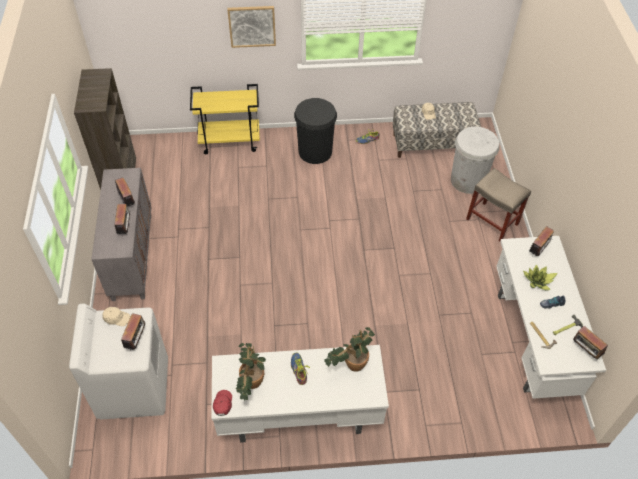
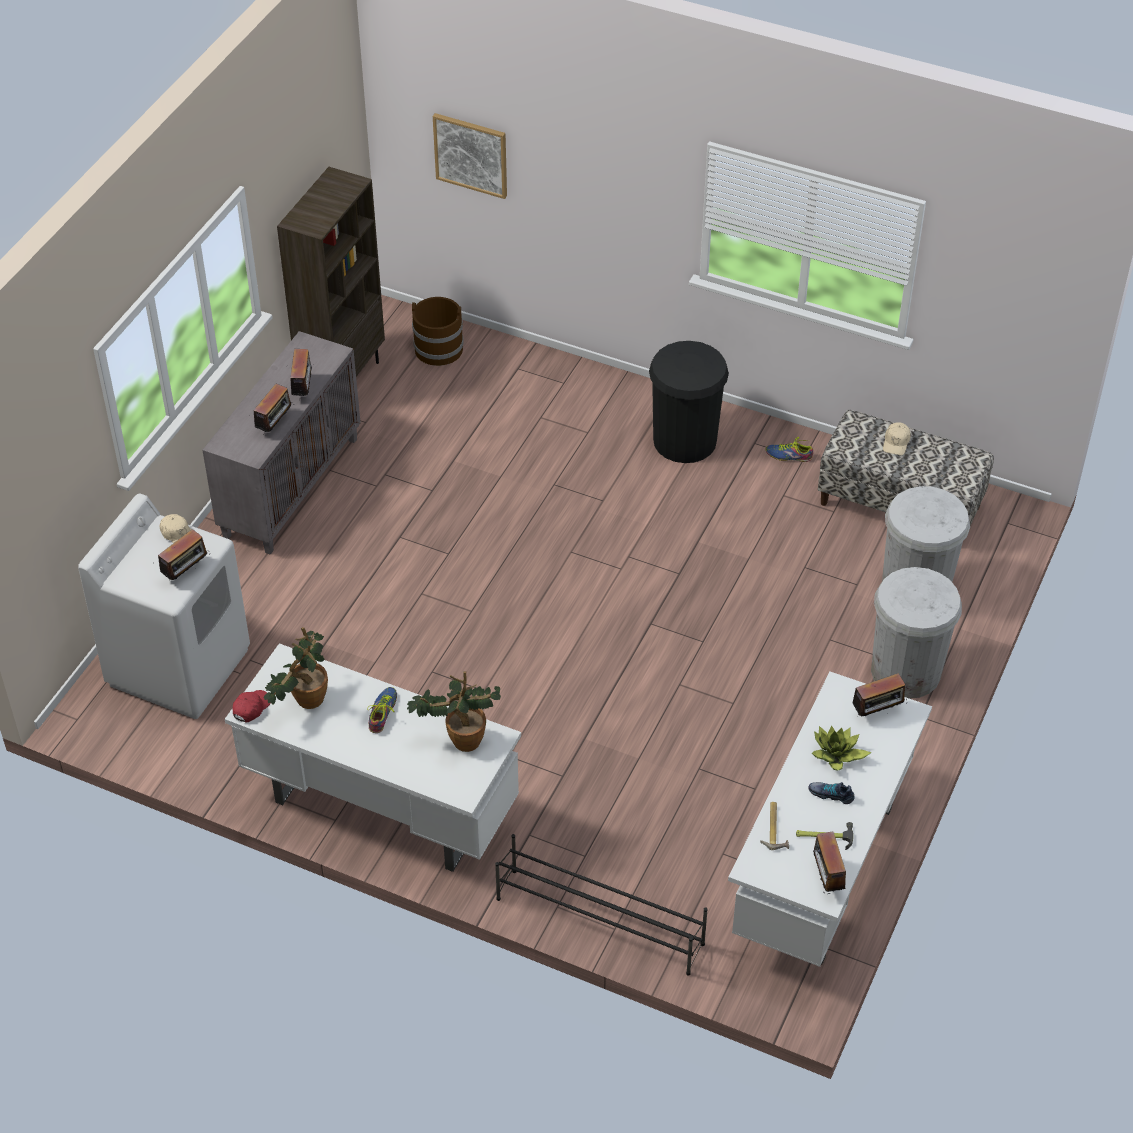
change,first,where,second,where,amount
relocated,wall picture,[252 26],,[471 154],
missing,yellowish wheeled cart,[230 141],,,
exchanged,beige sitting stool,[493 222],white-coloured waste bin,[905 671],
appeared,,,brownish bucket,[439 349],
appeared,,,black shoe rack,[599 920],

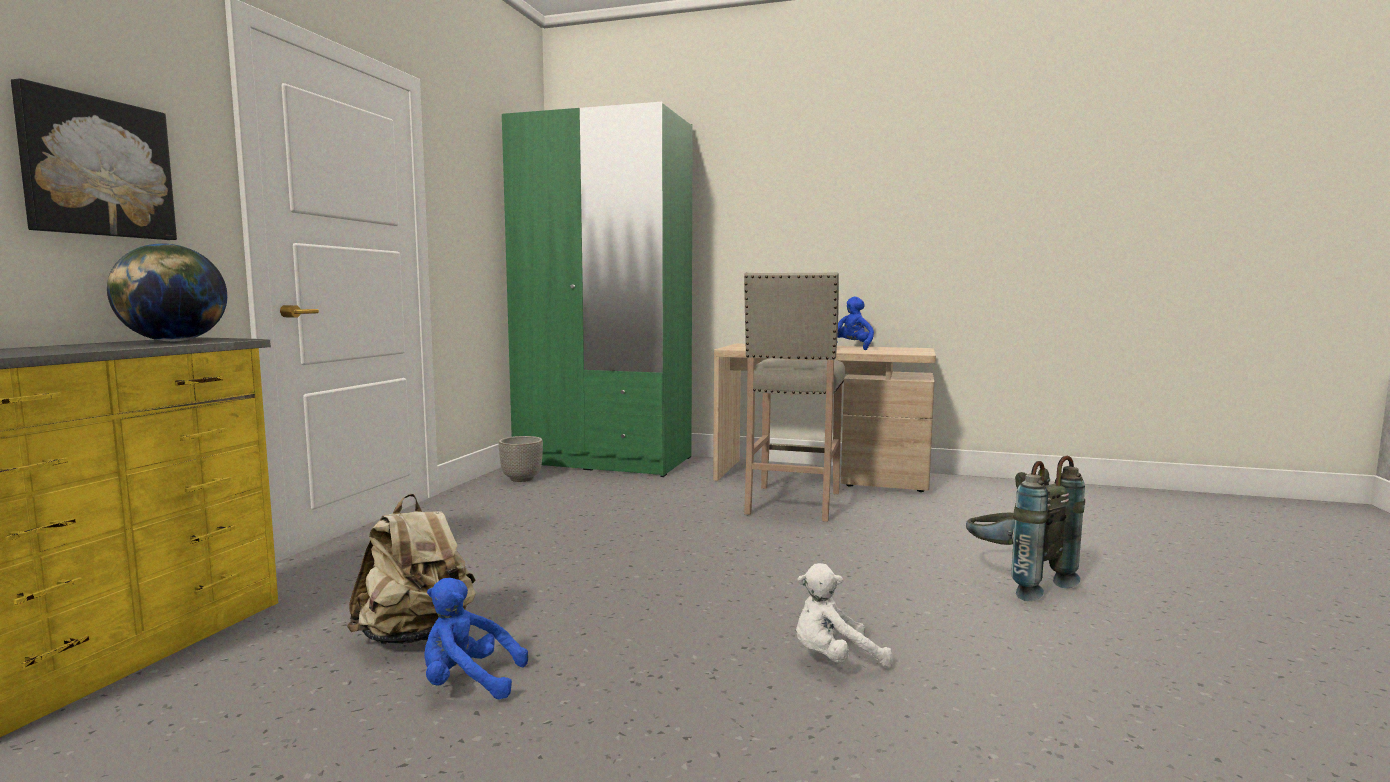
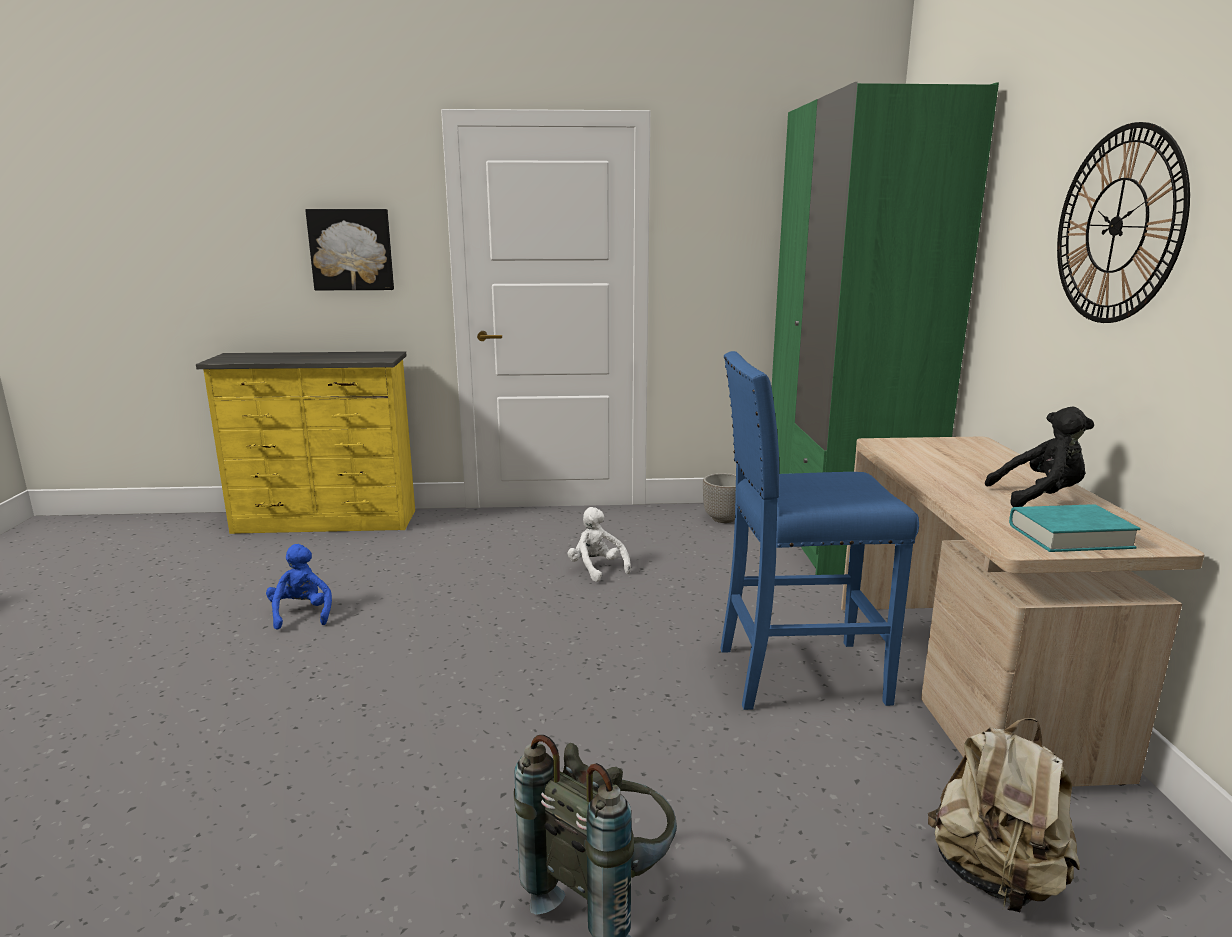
change,first,where,second,where,amount
missing,globe,[173 341],,,
colour,beige sitting stool,[792 504],bluish sitting stool,[796 674],
colour,bluish plush toy,[851 348],black plush toy,[1039 497],
relocated,beige knapsack,[417 637],,[995 876],
relocated,white-coloured plush toy,[834 660],,[596 569],
appeared,,,hanging clock,[1116 226],
appeared,,,turquoise bound book,[1069 536],

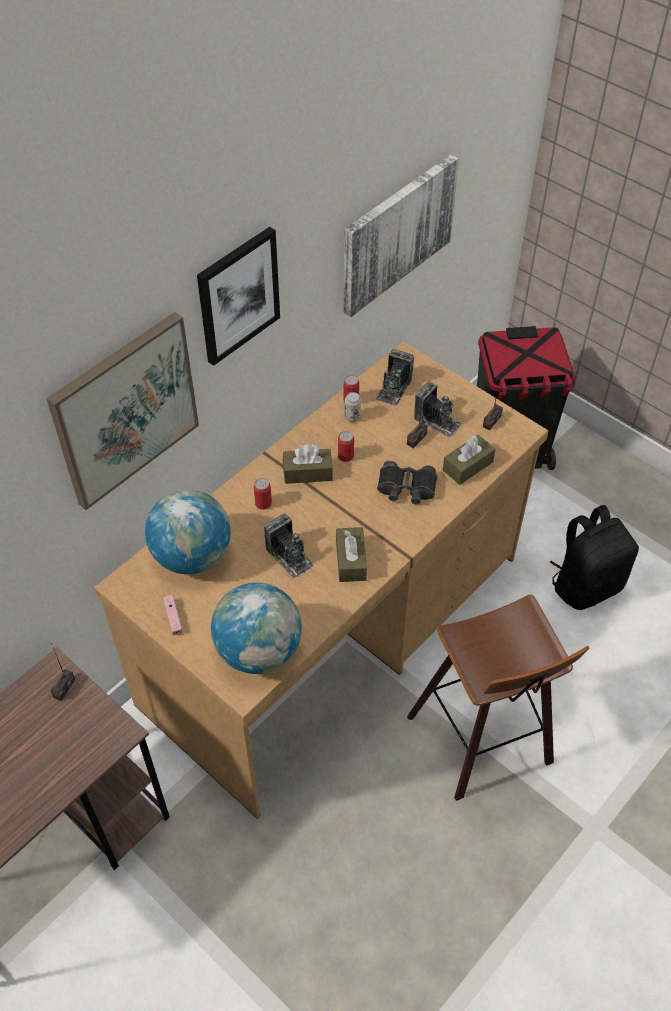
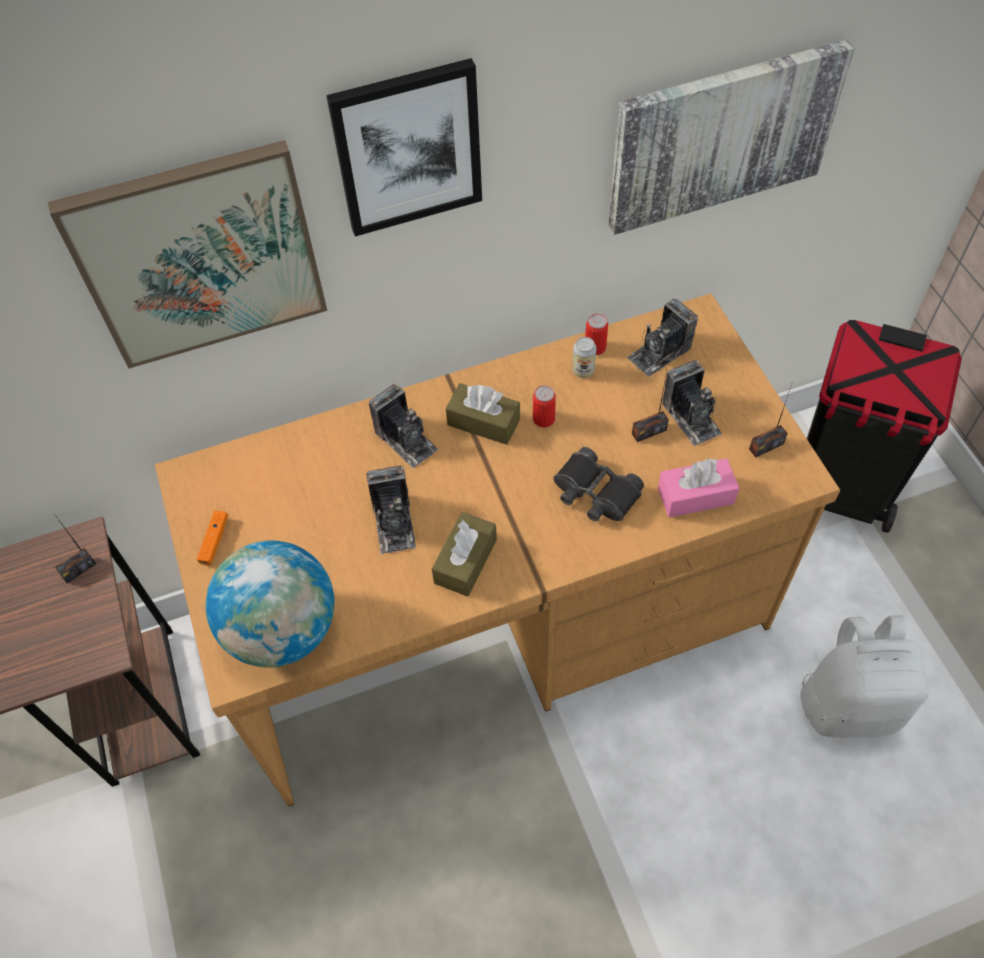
change,first,where,second,where,amount
colour,brownish tissue box,[467 466],pink tissue box,[695 496],
exchanged,sealed can,[263 503],still camera,[406 440],
missing,globe,[192 556],,,
colour,black knapsack,[586 585],white-coloured knapsack,[849 704],
colour,pink game controller,[173 617],orange game controller,[214 541],
missing,sitting stool,[485 741],,,

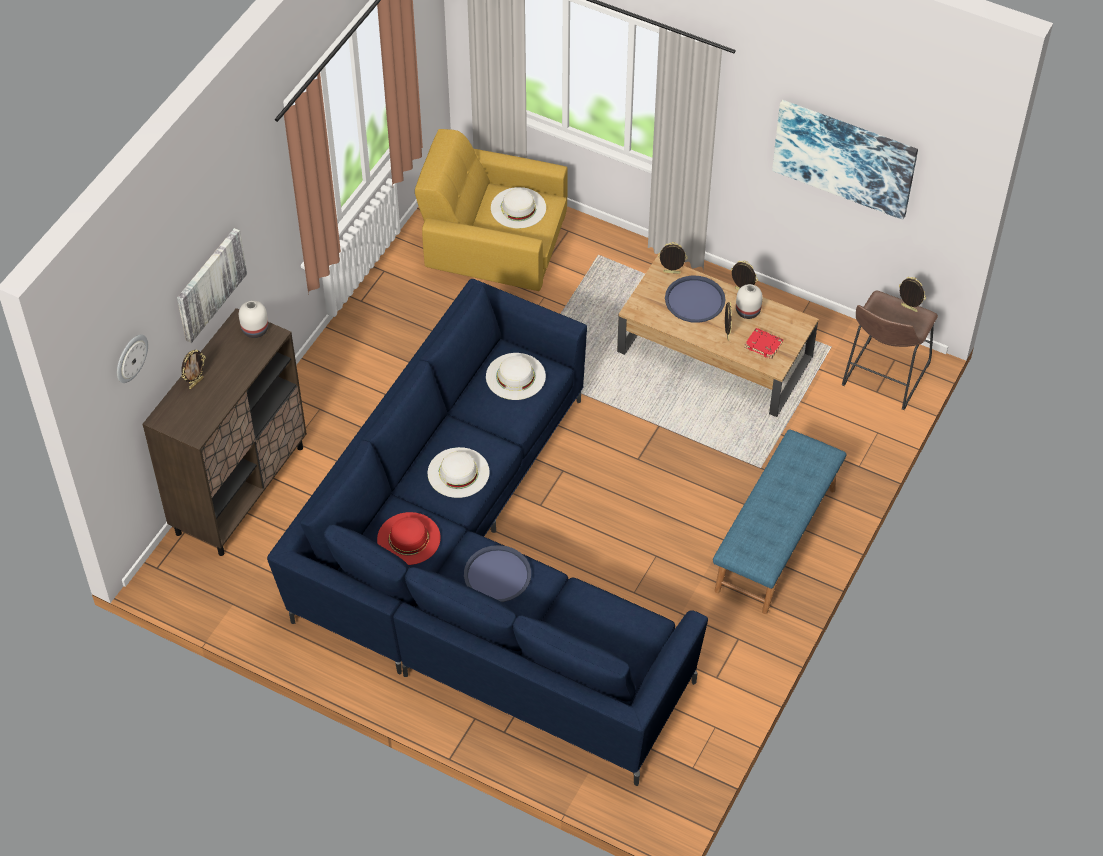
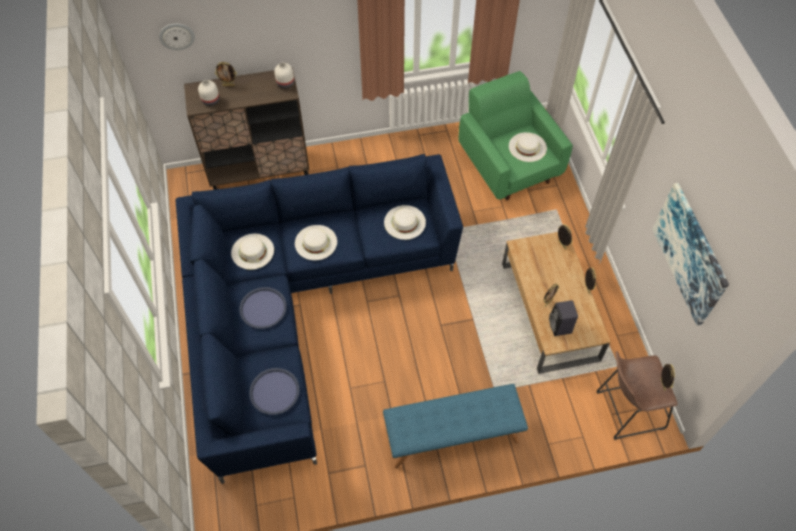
change,first,where,second,where,amount
colour,yellowish armchair,[494 250],green-coloured armchair,[508 164],
missing,wall picture,[210 284],,,
relocated,bluish serving tray,[694 300],,[274 391],
relocated,white-coloured decorative vase,[747 311],,[210 101],
exchanged,red bound book,[764 345],black loudspeaker,[560 327],
colour,red wearable hat,[408 538],white-coloured wearable hat,[252 251],

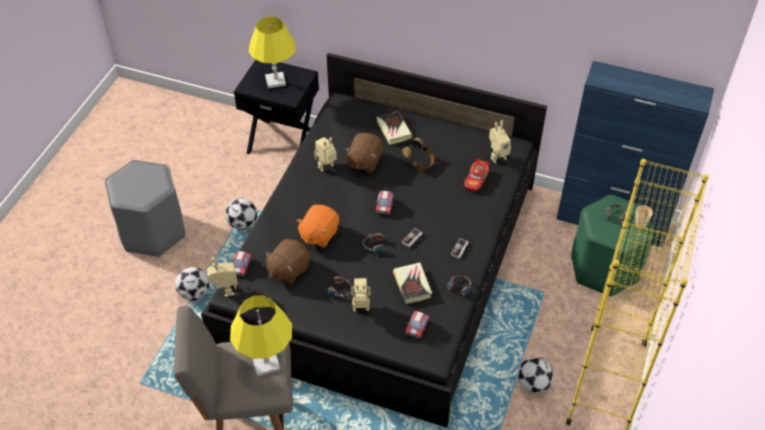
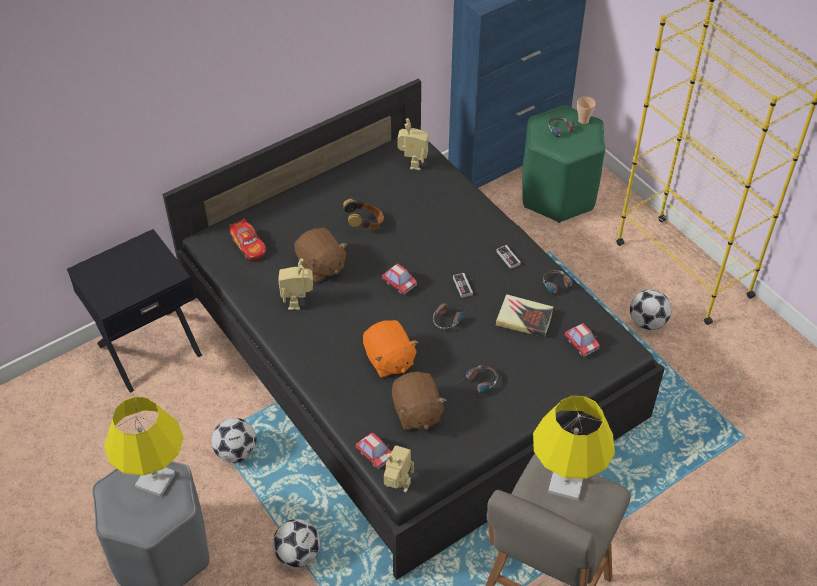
change,first,where,second,where,amount
relocated,yellowish lamp for a table,[275 80],,[155 479],
missing,bound book,[394 130],,,
relocated,model car,[476 179],,[249 245],
missing,model robot,[361 309],,,

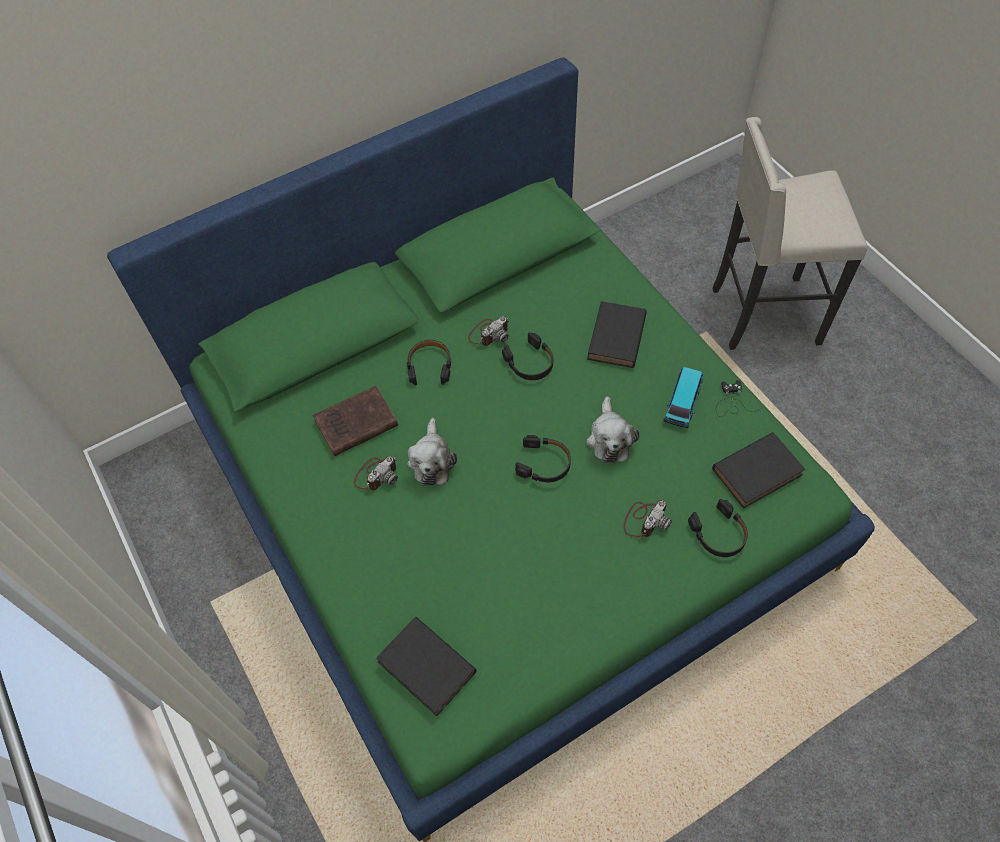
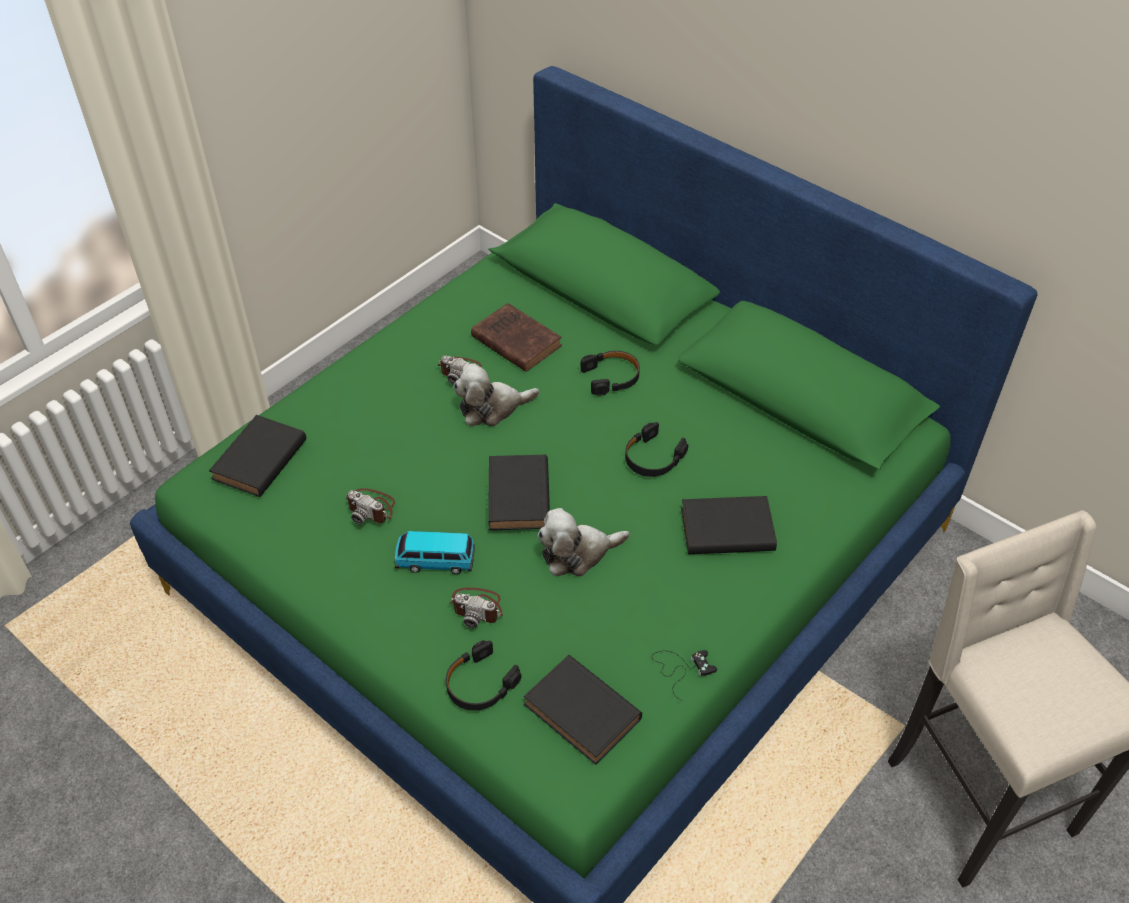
change,first,where,second,where,amount
relocated,still camera,[489 333],,[371 507],
relocated,model car,[682 403],,[435 560],
exchanged,black pair of headphones,[544 464],black bound book,[519 498],

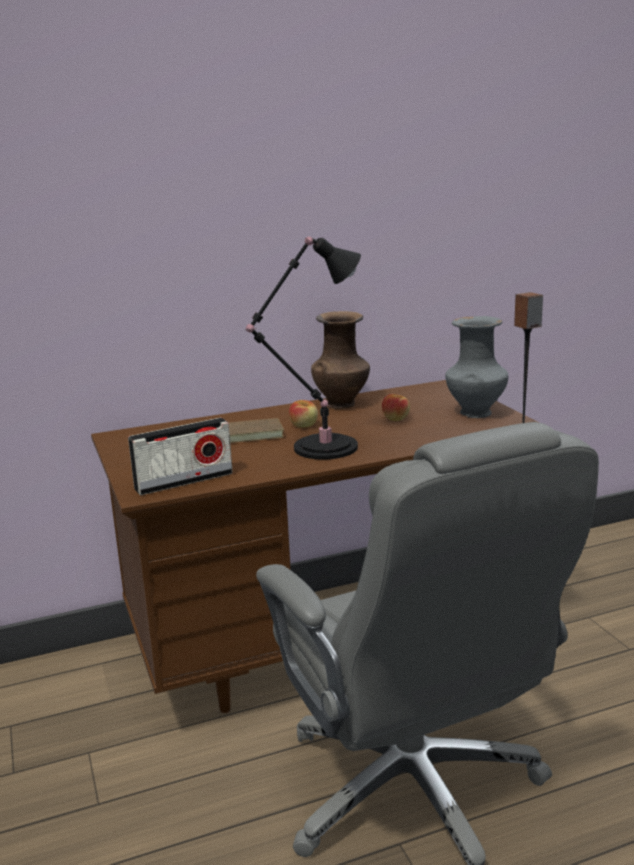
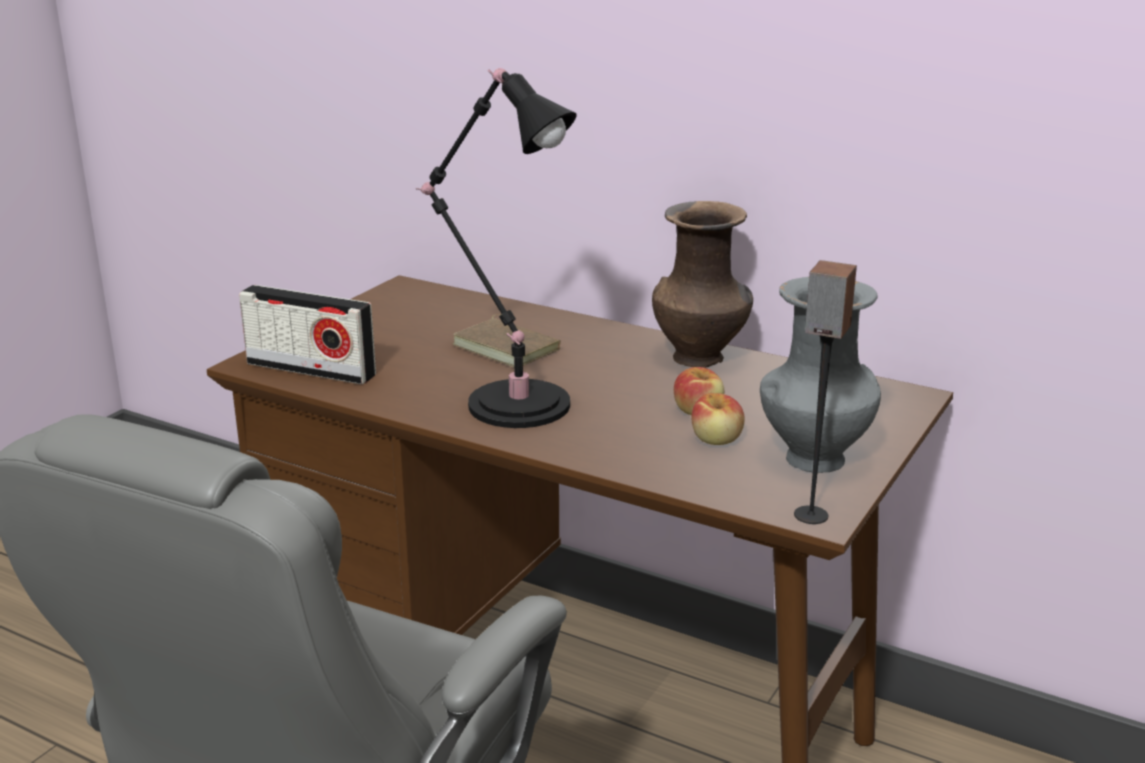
change,first,where,second,where,amount
relocated,apple,[304 425],,[716 440],

